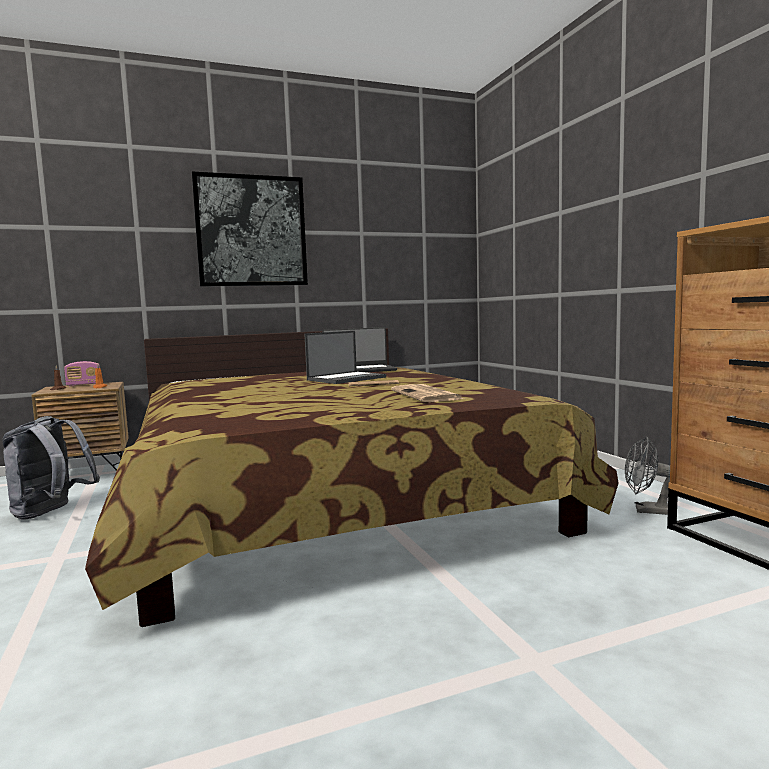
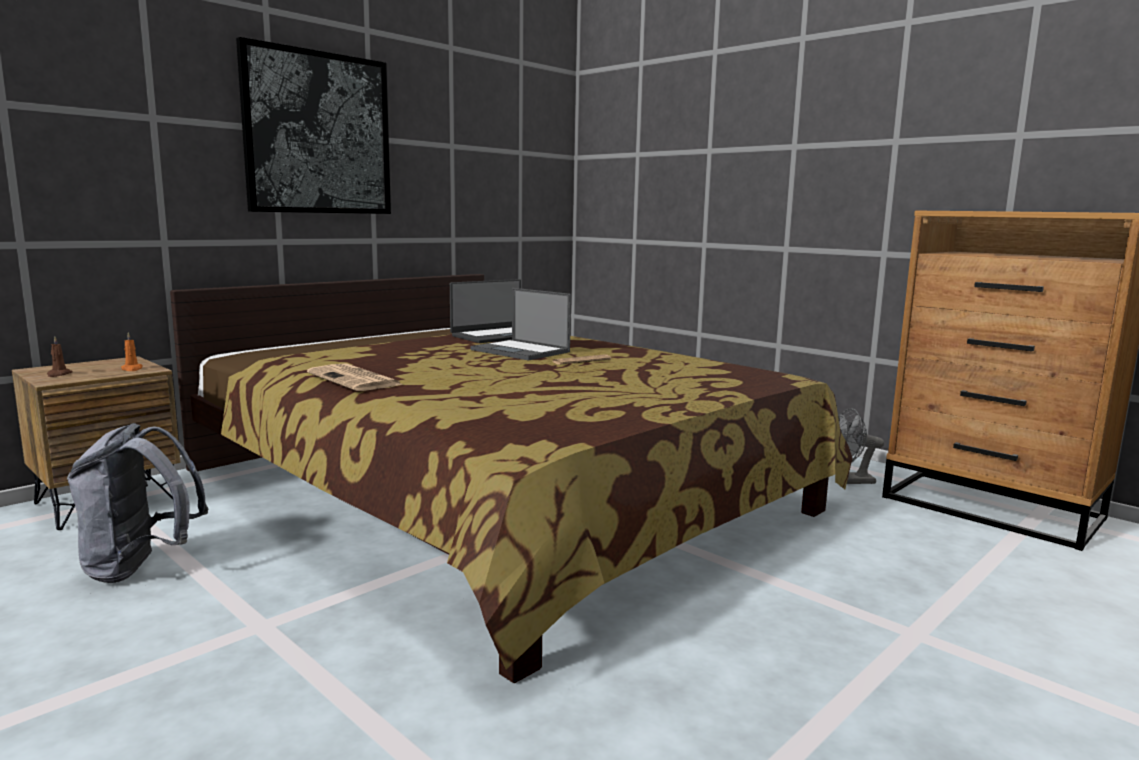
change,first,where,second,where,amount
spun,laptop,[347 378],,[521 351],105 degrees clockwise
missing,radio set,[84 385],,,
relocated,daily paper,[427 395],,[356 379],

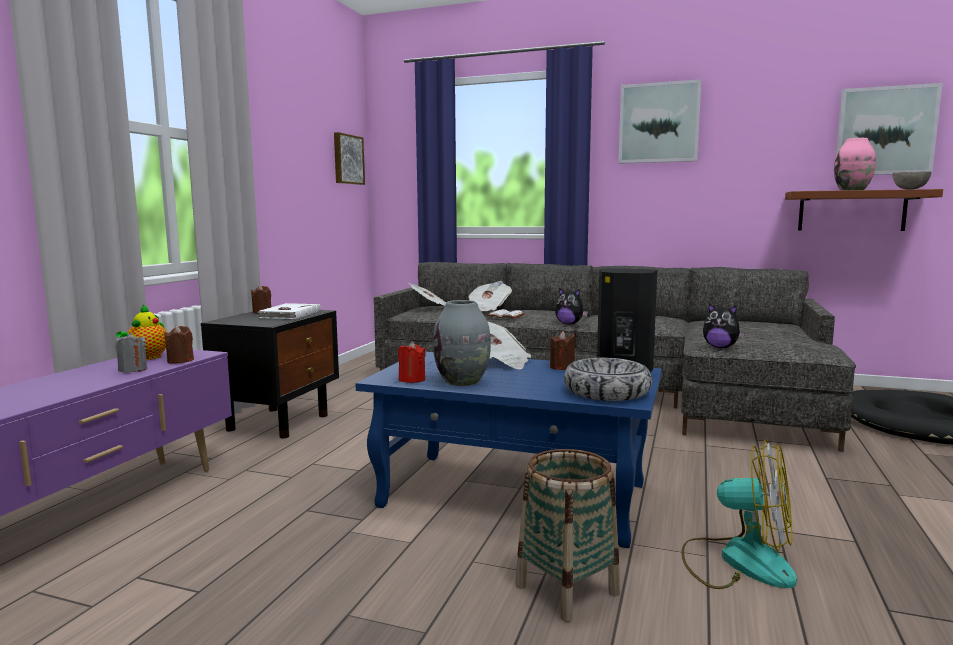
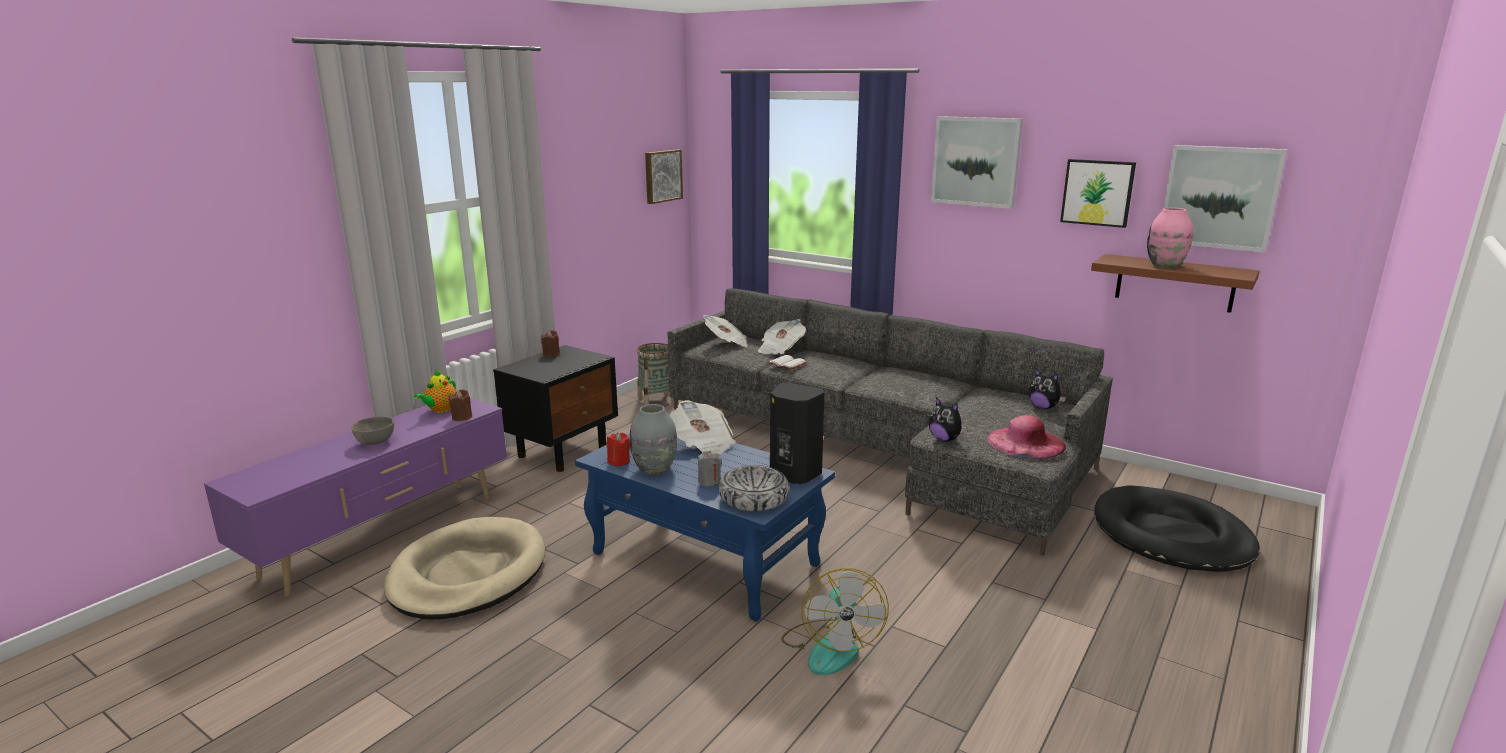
change,first,where,second,where,amount
relocated,greyish serving bowl,[909 189],,[375 442],
relocated,plush toy,[569 324],,[1043 407],
missing,white-coloured bound book,[289 314],,,
missing,brownish wax light,[562 367],,,
relocated,greyish wax light,[133 370],,[709 481],
spun,electric fan,[738 561],,[830 647],45 degrees clockwise
relocated,household basket,[567 589],,[656 401],
appeared,,,wall picture,[1097 192],
appeared,,,pink wearable hat,[1025 442],
appeared,,,beige dog cushion,[468 574],

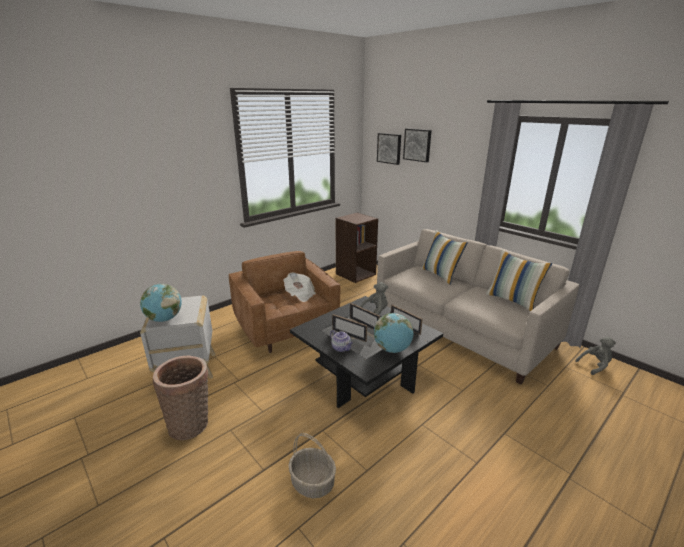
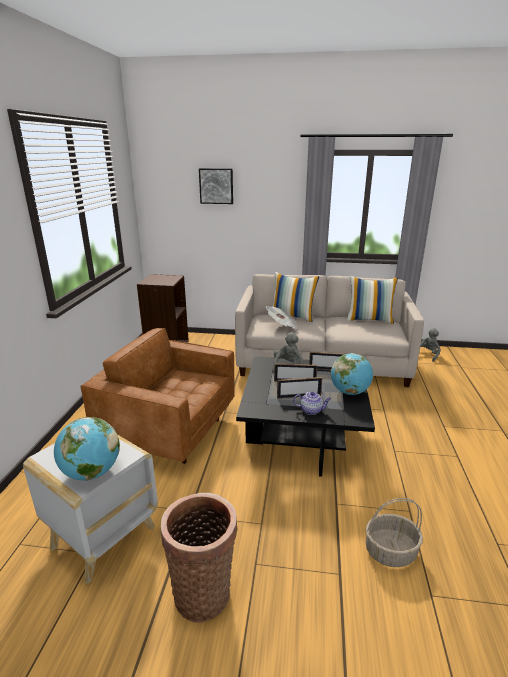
change,first,where,second,where,amount
missing,wall picture,[389 148],,,
relocated,daily paper,[300 294],,[282 325],

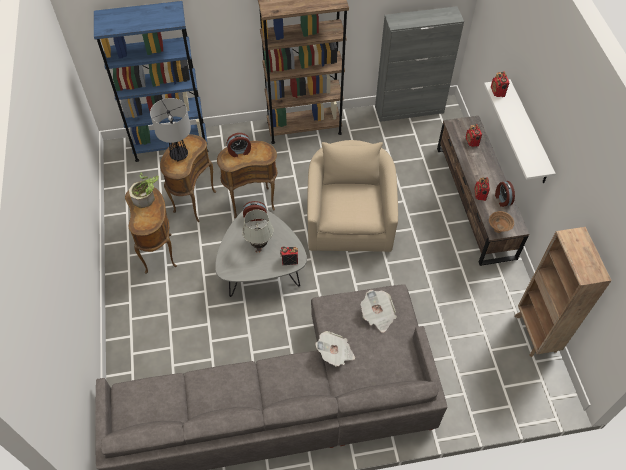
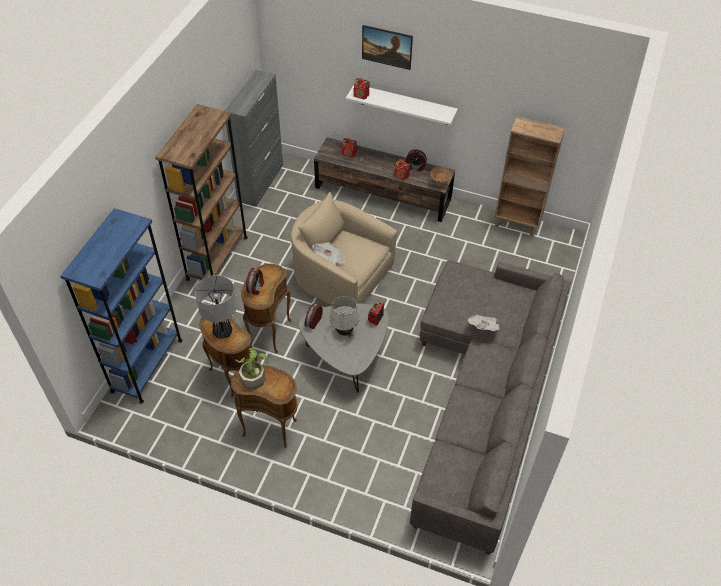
change,first,where,second,where,amount
relocated,daily paper,[378 315],,[329 259],
appeared,,,wall picture,[386 55],

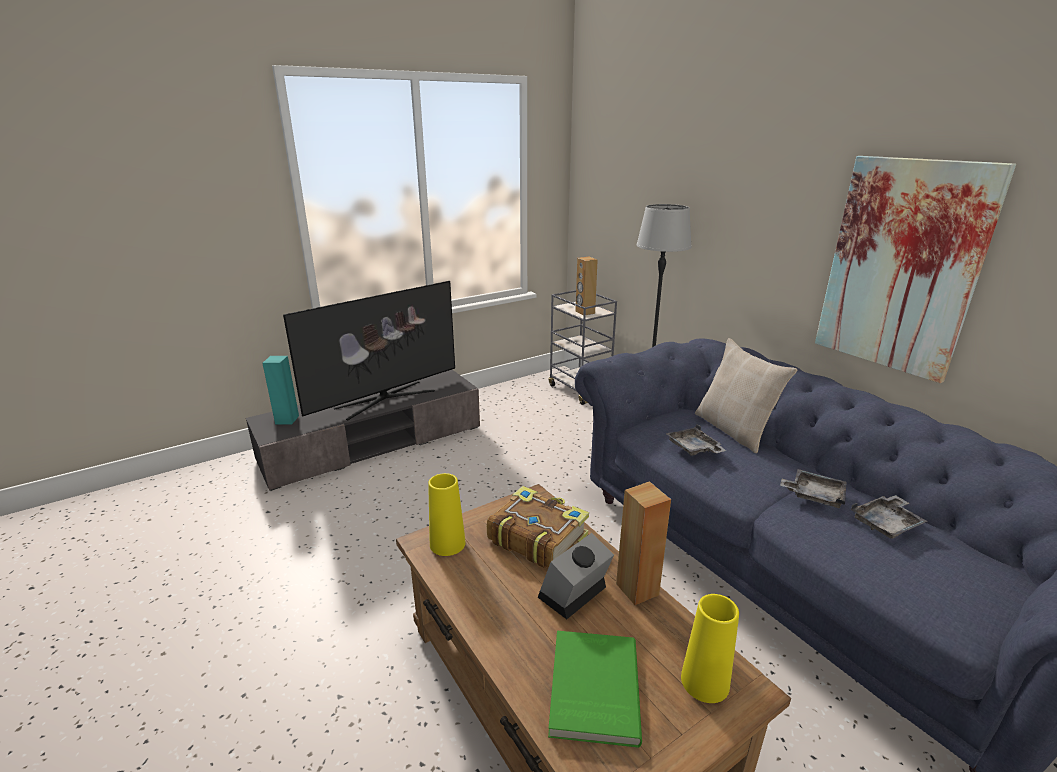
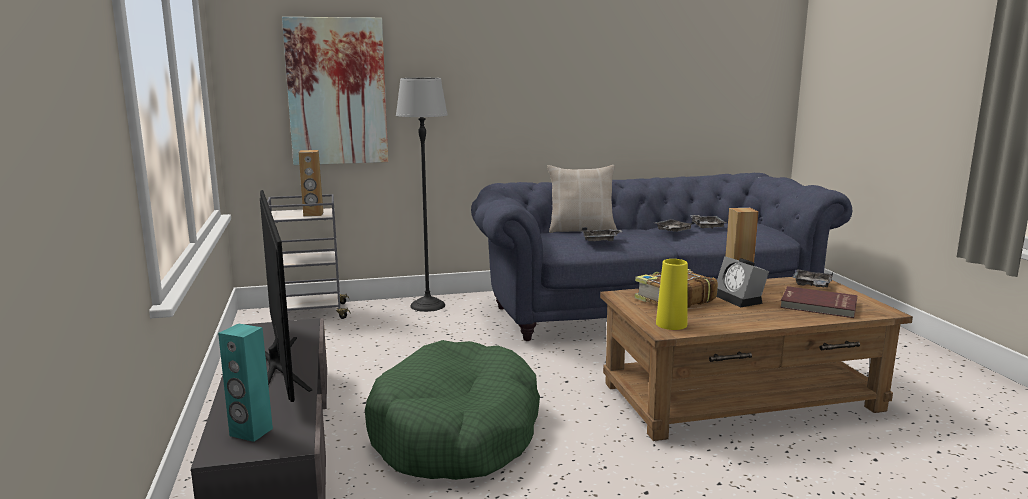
change,first,where,second,where,amount
relocated,wall picture,[901 267],,[337 92],
exchanged,yellowish decorative vase,[705 681],greyish serving tray,[812 285],
colour,green-coloured bound book,[592 688],red bound book,[818 305],
appeared,,,green-coloured dog cushion,[456 433],

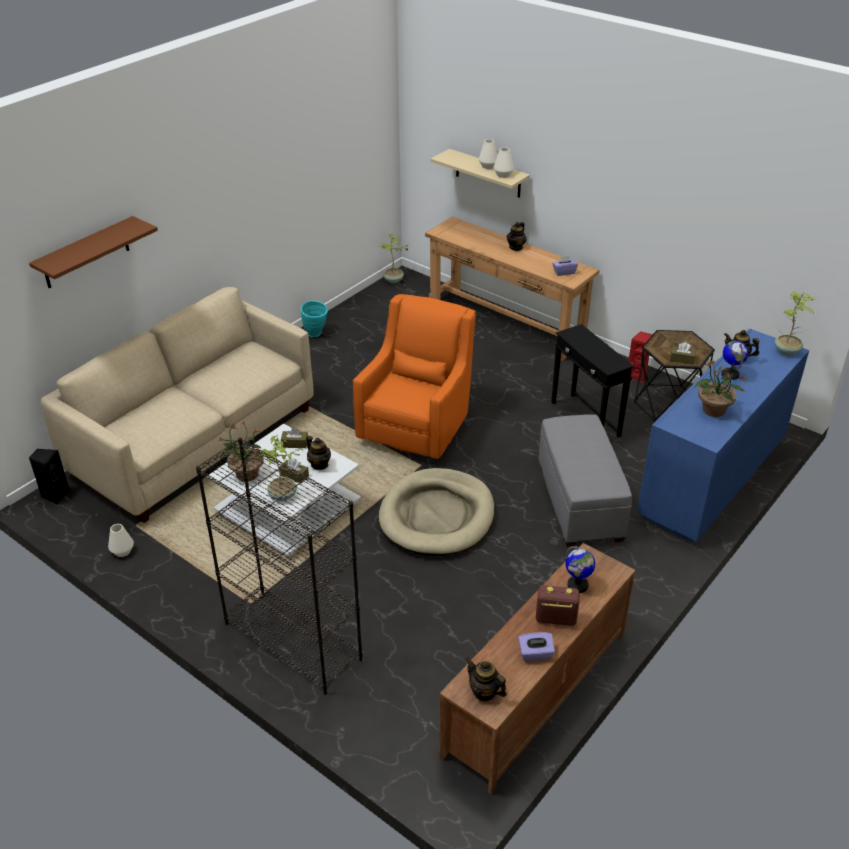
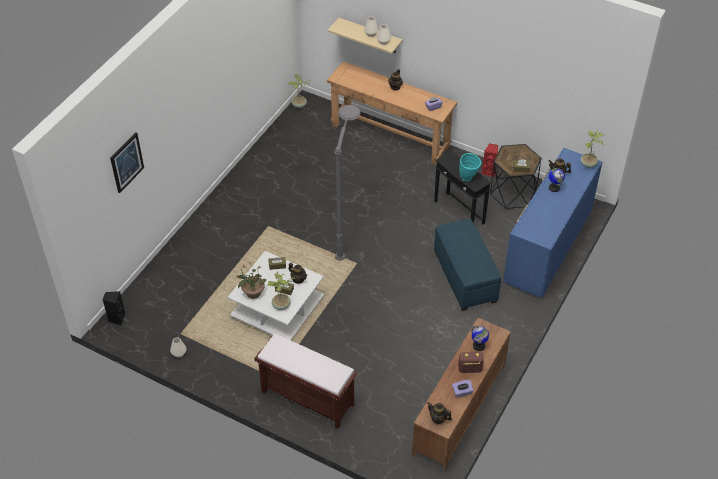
change,first,where,second,where,amount
exchanged,brownish wall shelf,[86 253],wall picture,[126 162],
missing,beige sofa,[194 441],,,
exchanged,orange armchair,[417 427],greyish standard lamp,[347 233],
relocated,turquoise decorative vase,[316 334],,[468 178],
missing,houseplant,[714 410],,,
colour,greyish ottoman,[580 502],bluish ottoman,[465 277],
exchanged,black shelving unit,[291 641],brownish bench,[306 398],
missing,beige dog cushion,[437 516],,,

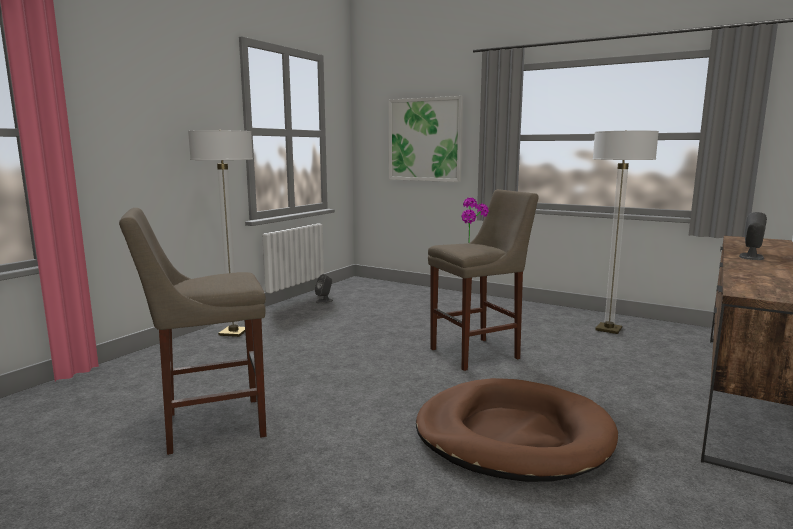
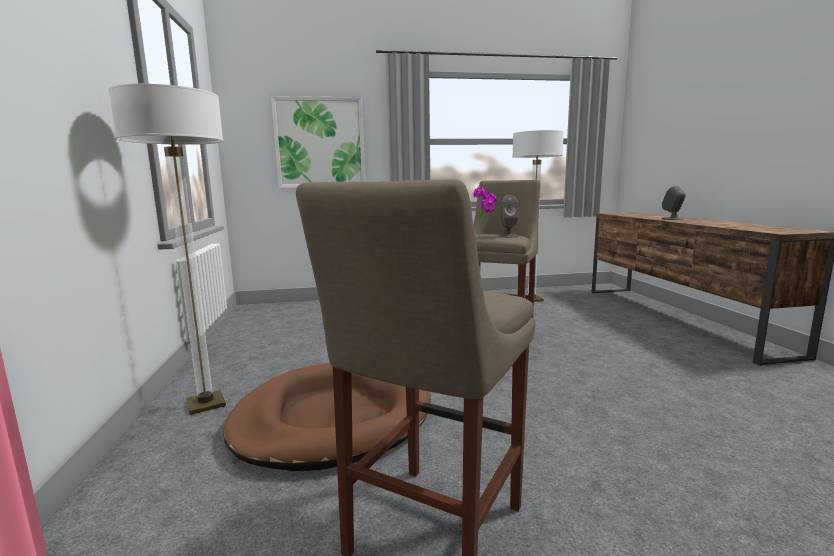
change,first,where,second,where,amount
relocated,greyish loudspeaker,[324 301],,[508 236],
relocated,brownish dog cushion,[512 435],,[333 419],

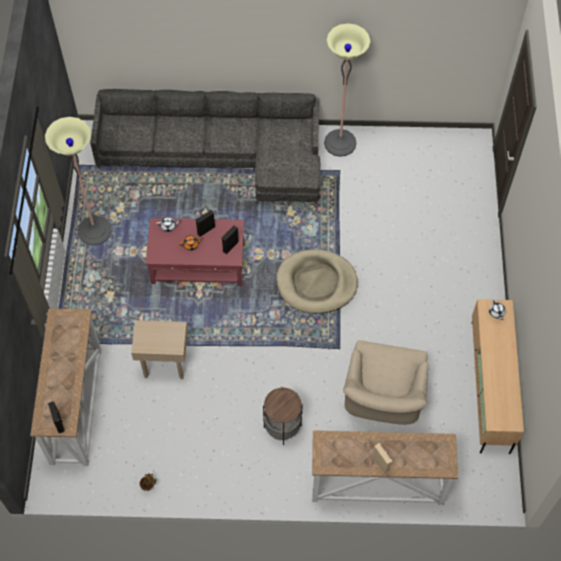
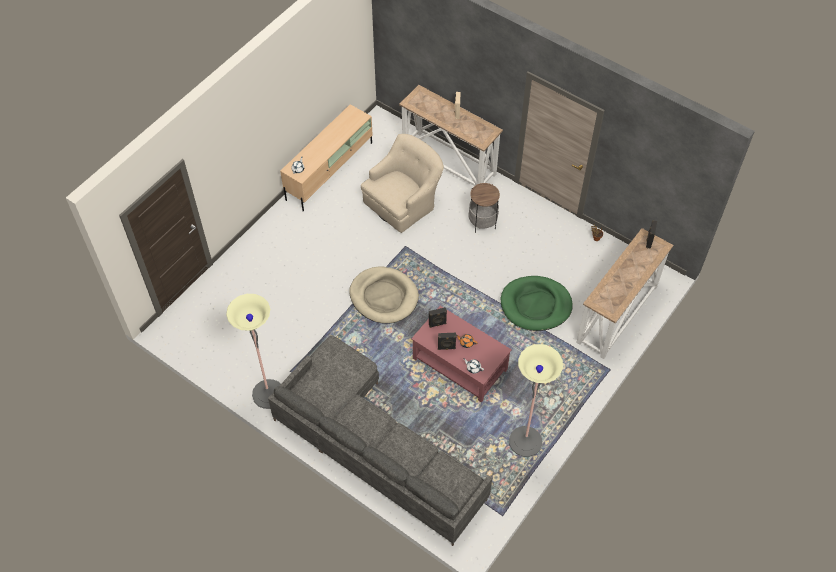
change,first,where,second,where,amount
exchanged,beige side table,[165 365],green-coloured dog cushion,[535 305],

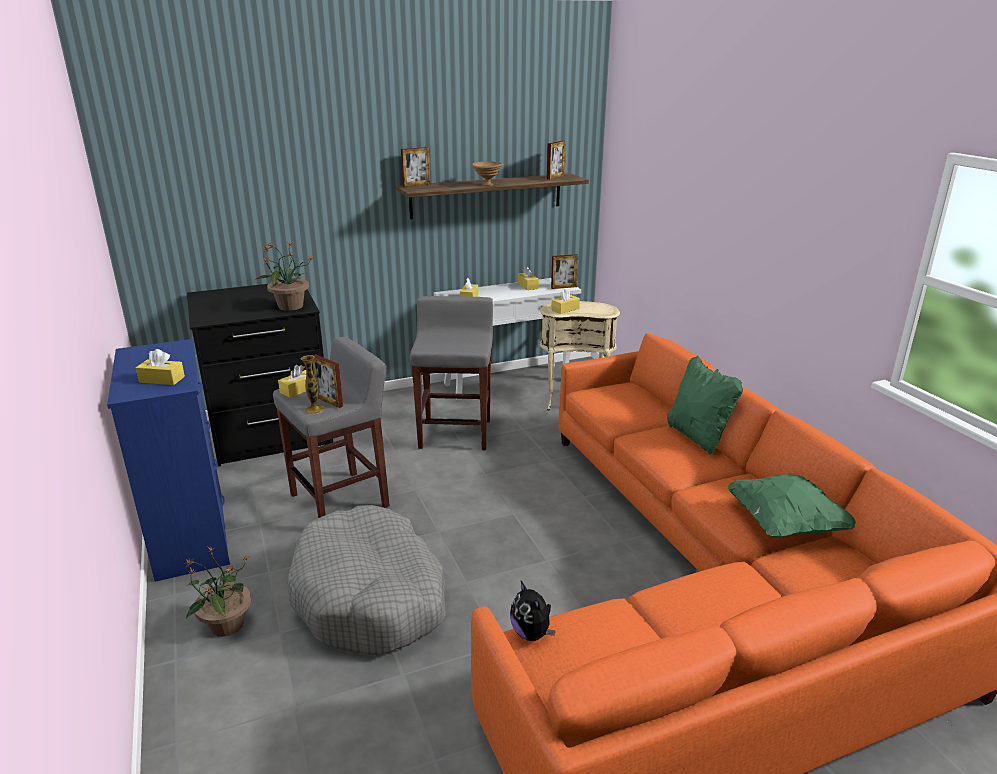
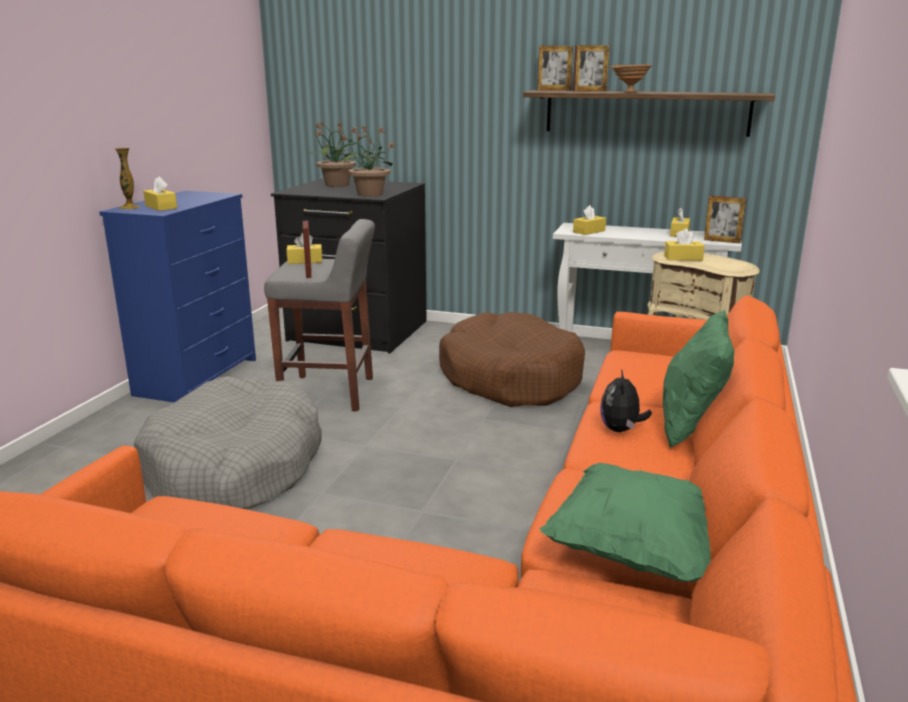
change,first,where,second,where,amount
relocated,standing frame,[555 177],,[589 91],
exchanged,greyish sitting stool,[455 433],brownish dog cushion,[510 378],
relocated,decorative vase,[314 409],,[130 208],
relocated,houseplant,[226 625],,[336 185],
relocated,plush toy,[532 633],,[621 430],

